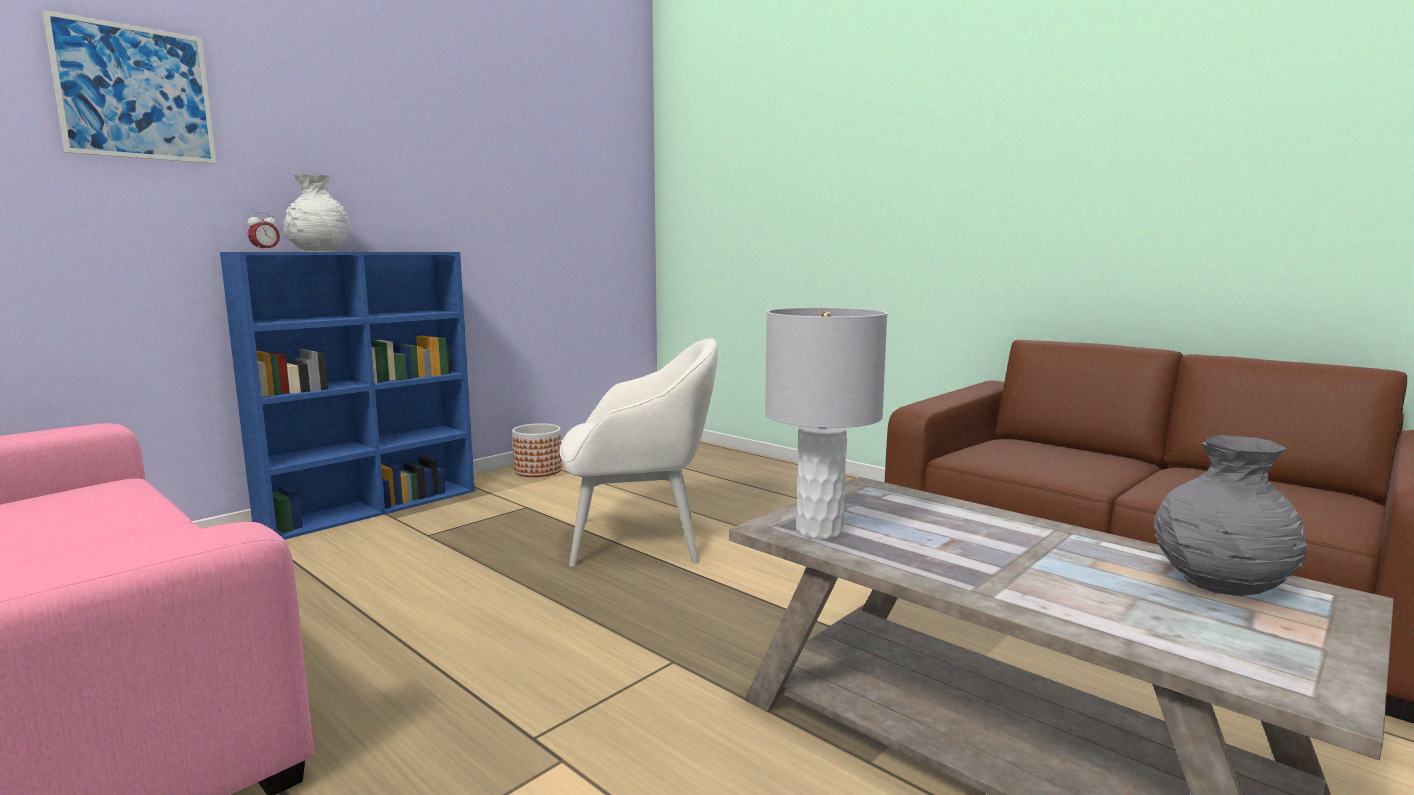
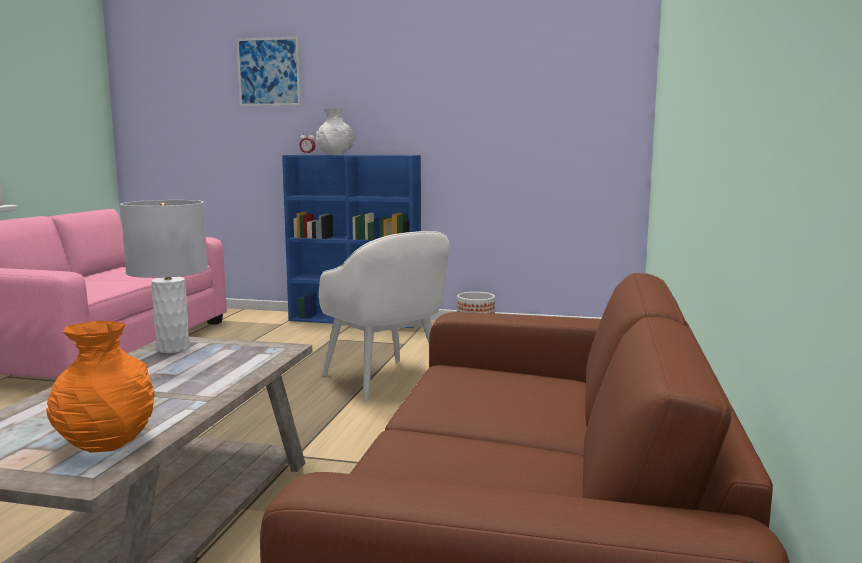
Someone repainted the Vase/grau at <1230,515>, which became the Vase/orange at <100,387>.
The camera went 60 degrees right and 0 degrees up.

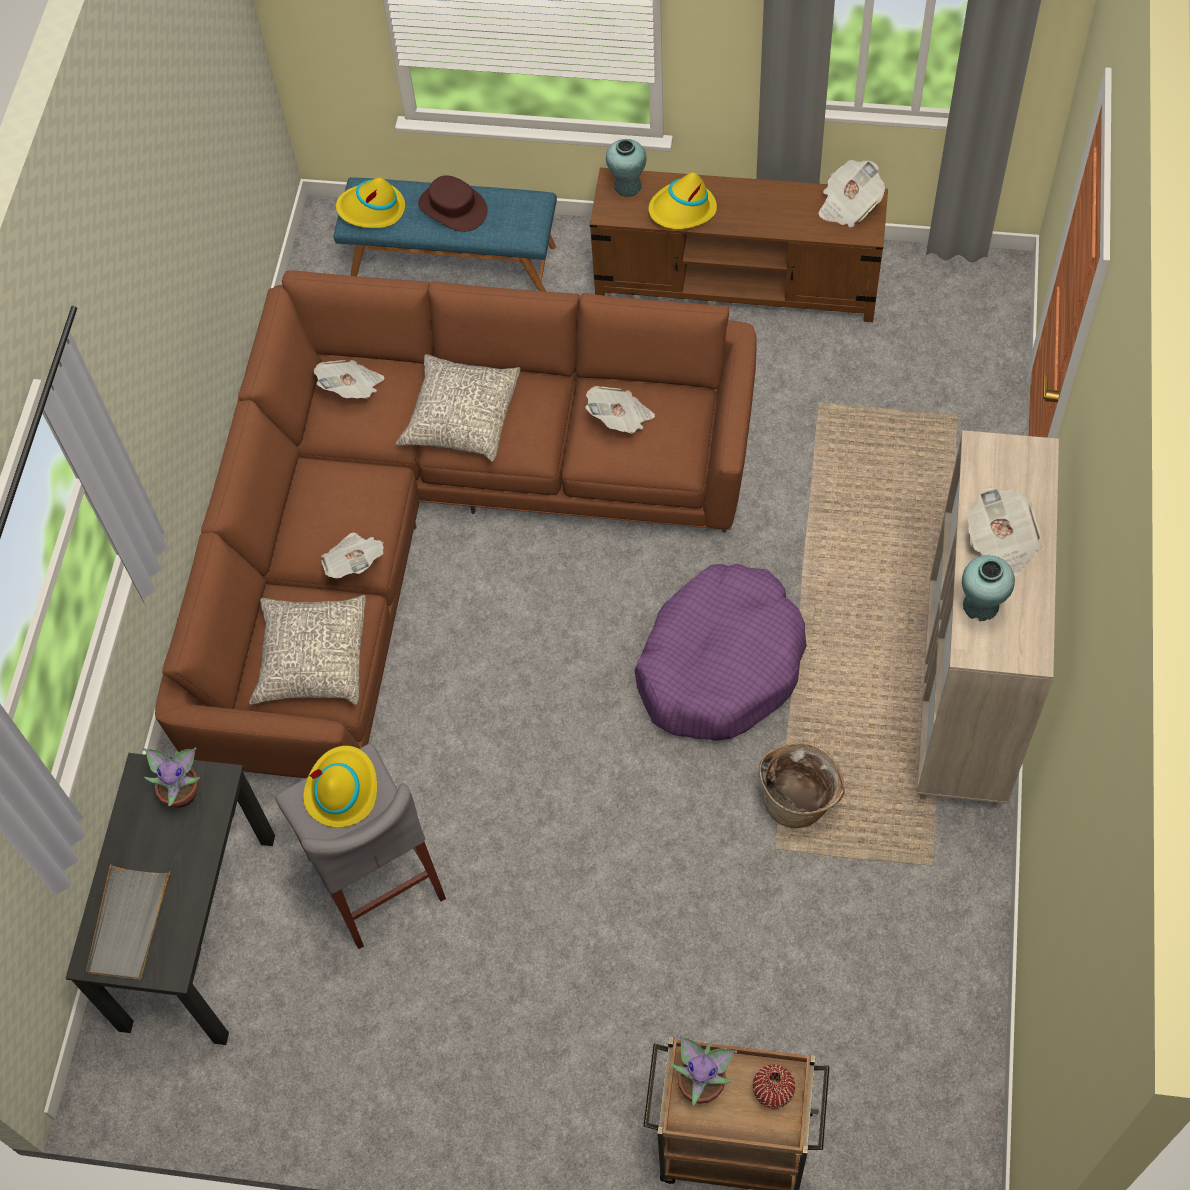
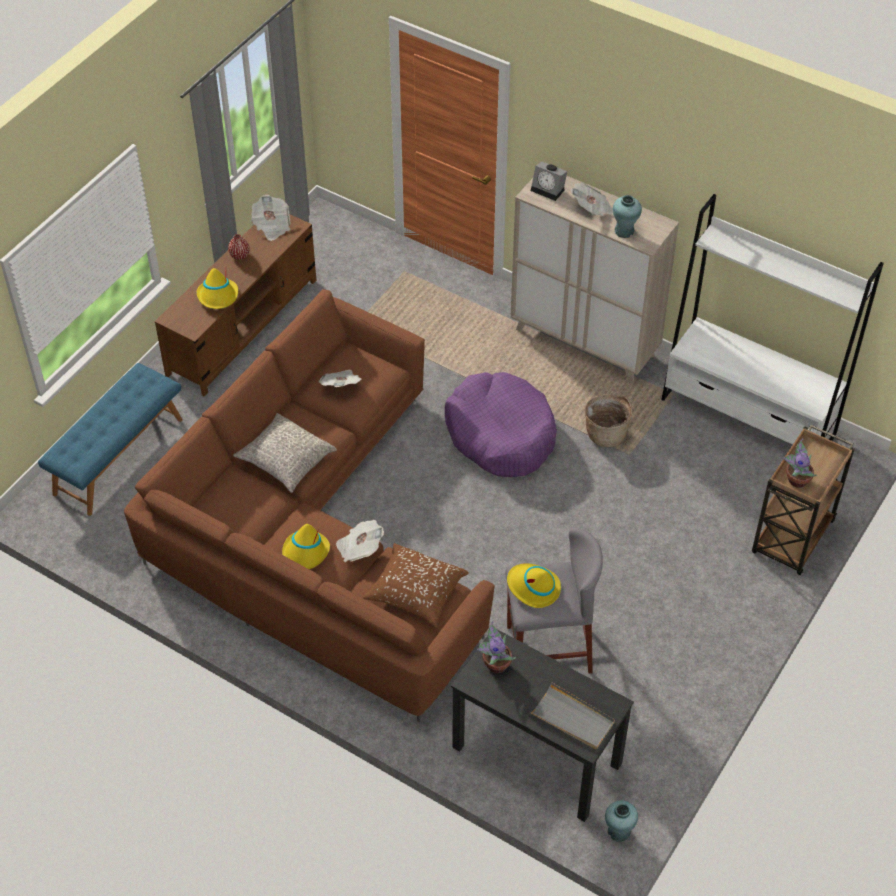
Someone carried the Vase/türkis from <626,168> to <621,821>.
Someone took away the Hut/braun at <453,203>.
Someone carried the Hut/gelb from <370,203> to <306,546>.
Someone took away the Zeitung at <349,379>.
Someone repainted the Kissen/grau at <307,650>, which became the Kissen/braun at <416,585>.
Someone carried the Vase/rot from <774,1087> to <238,246>.
Someone put down the Wecker at <549,181>.
Someone put down the Bücherregal/weiß at <772,319>.
The camera went 70 degrees left and 10 degrees down.

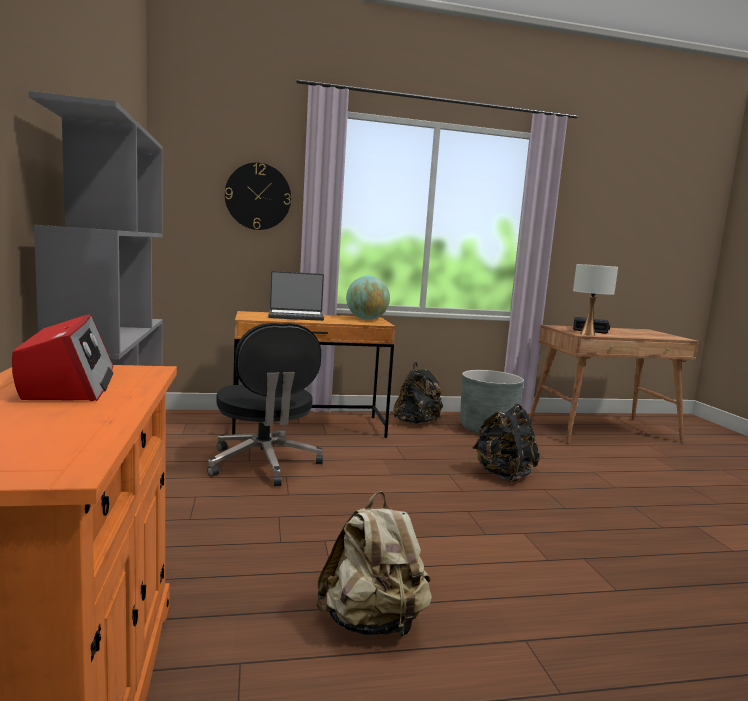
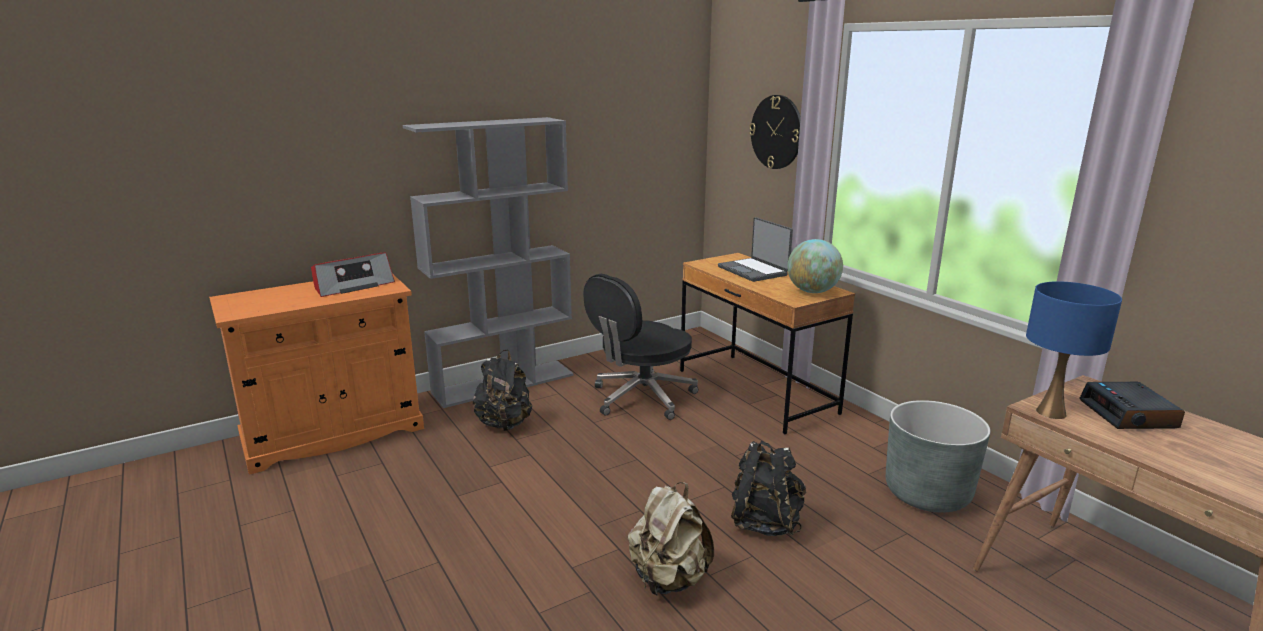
Someone repainted the Tischlampe/weiß at <595,300>, which became the Tischlampe/blau at <1074,350>.
Someone carried the Rucksack/schwarz from <418,393> to <502,390>.
Someone carried the Rucksack/beige from <374,564> to <671,539>.
The camera went 70 degrees right and 10 degrees up.

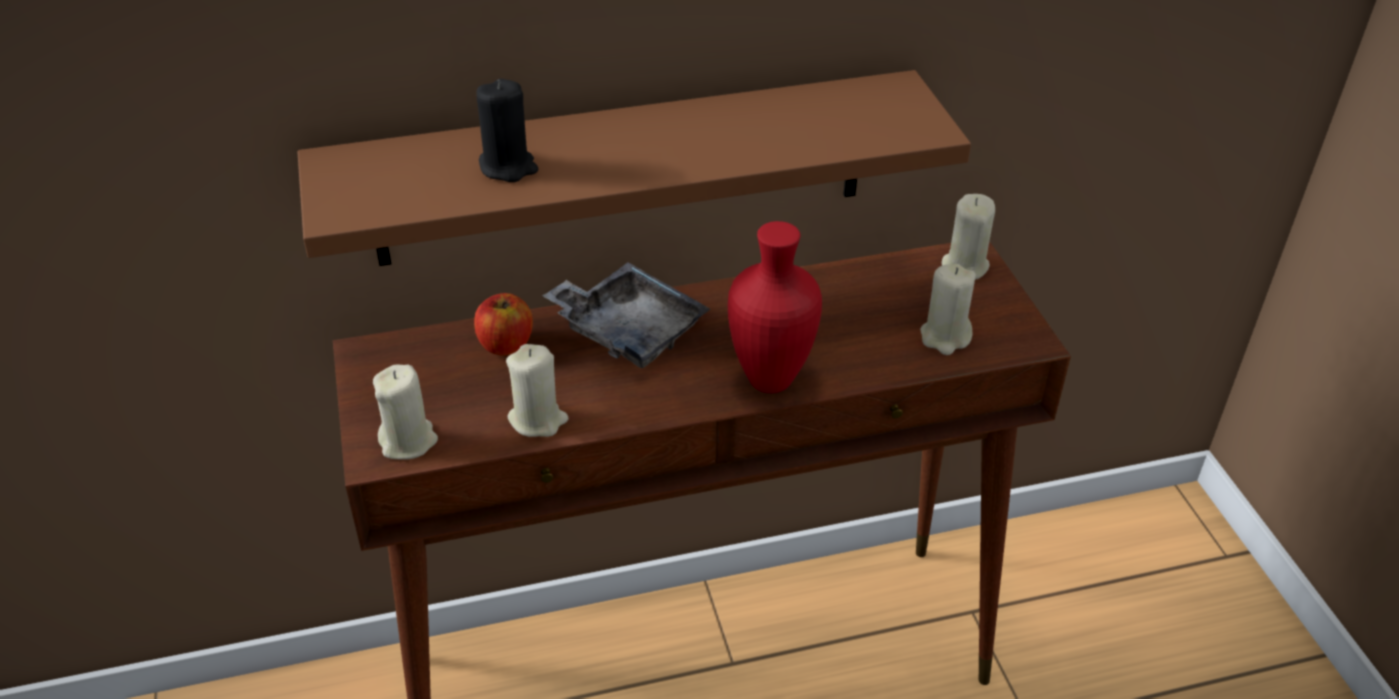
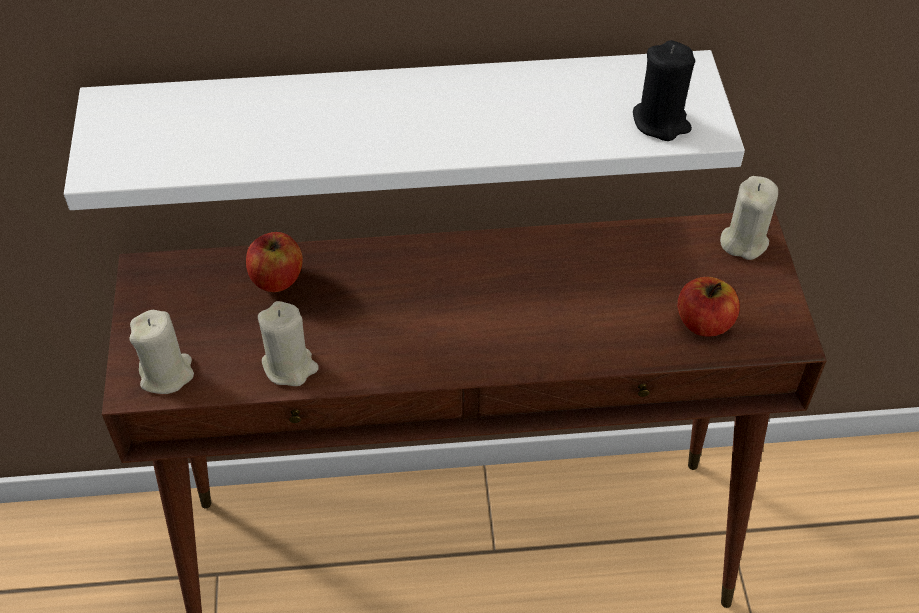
Someone repainted the Wandregal/braun at <634,168>, which became the Wandregal/weiß at <404,130>.
Someone carried the Kerze/schwarz from <507,130> to <664,90>.
Someone took away the Vase/rot at <775,307>.
Someone took away the Tablett/grau at <626,315>.
Someone swapped the Kerze/beige at <948,309> for the Apfel at <709,307>.
The camera went 10 degrees right and 10 degrees up.

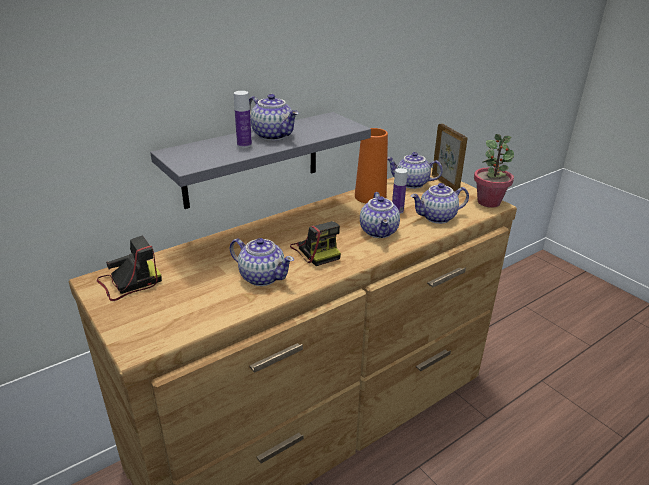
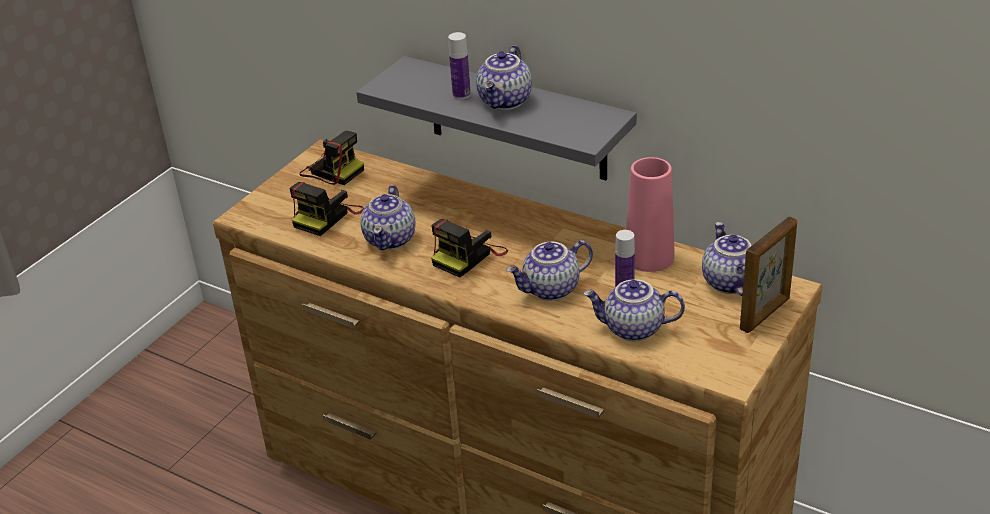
Someone repainted the Vase/orange at <371,165>, which became the Vase/rosa at <650,214>.
Someone took away the Topfpflanze at <494,171>.
Someone rotated the Teekanne at <440,203> by 45 degrees counterclockwise.
Someone put down the Kamera at <327,209>.
The camera went 70 degrees right and 5 degrees up.

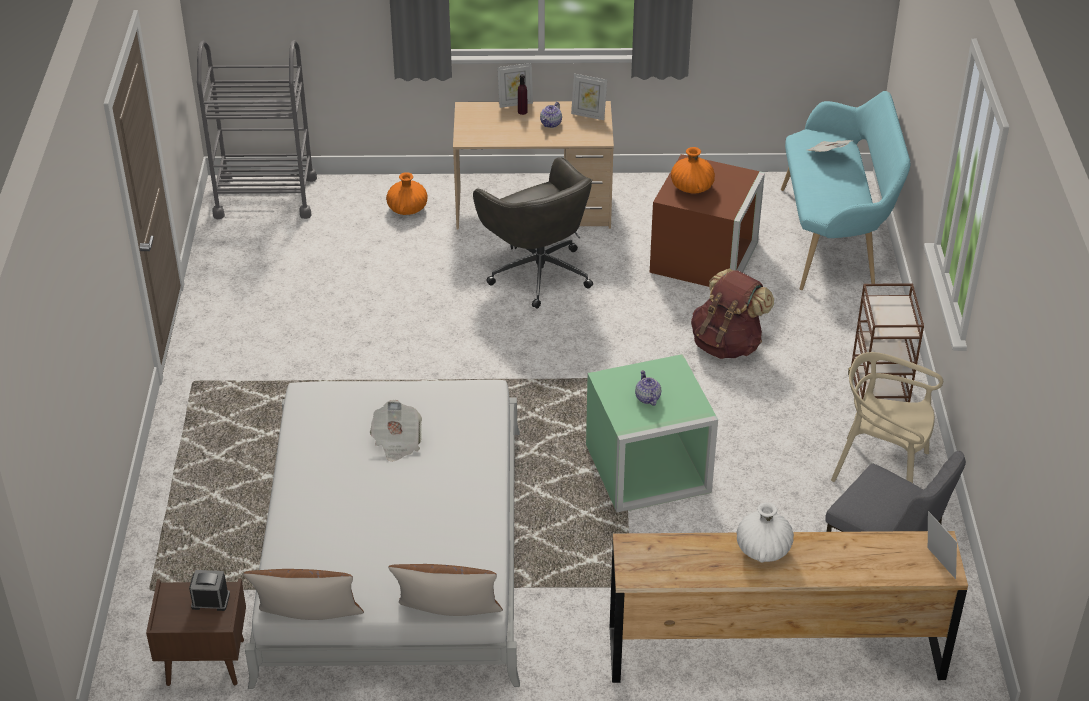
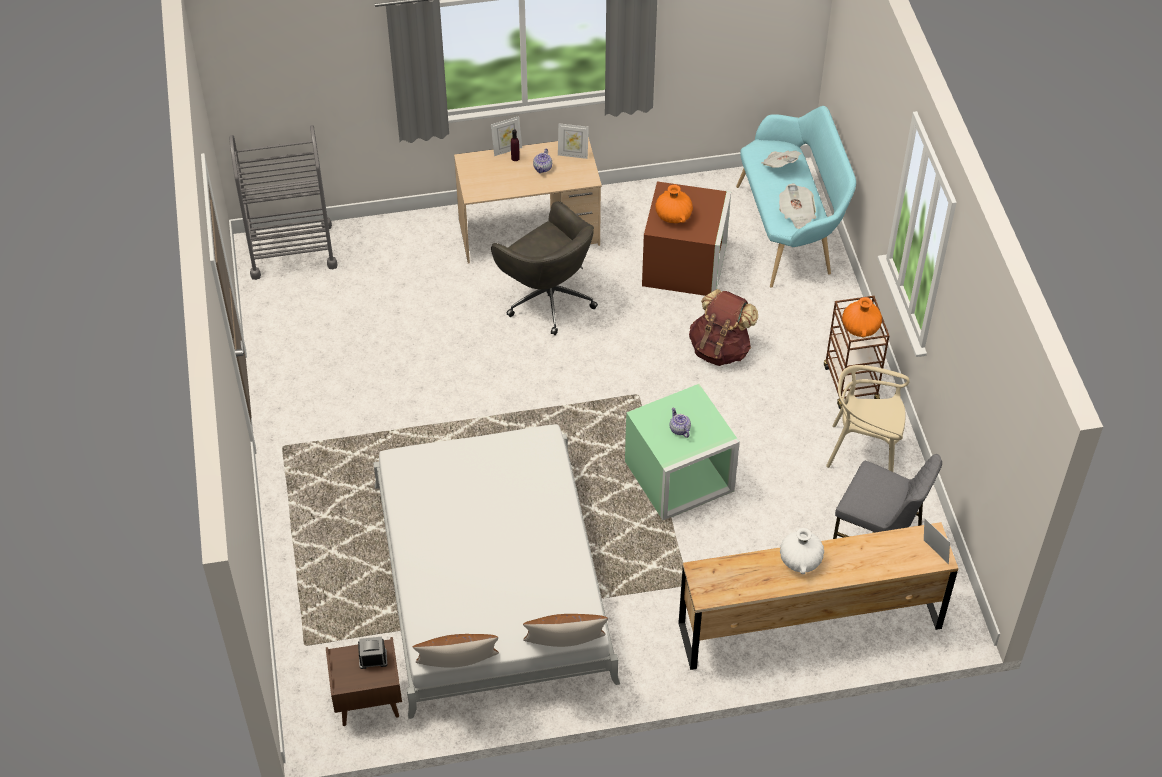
Someone carried the Vase/orange from <407,193> to <862,317>.
Someone carried the Zeitung from <396,431> to <797,206>.
The camera went 10 degrees left and 10 degrees up.

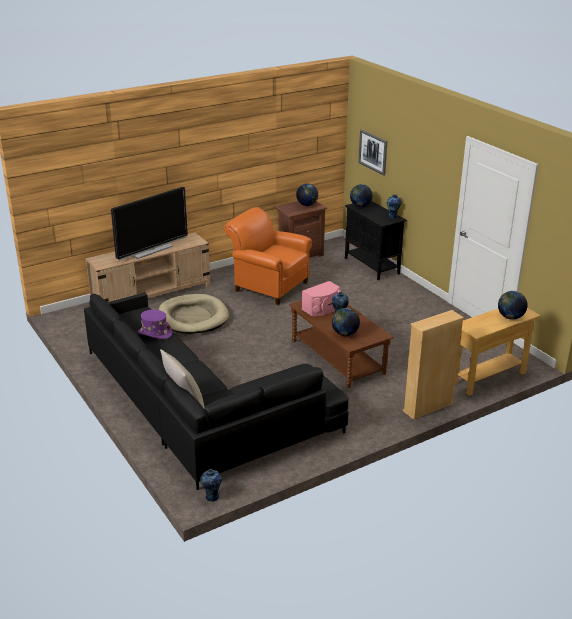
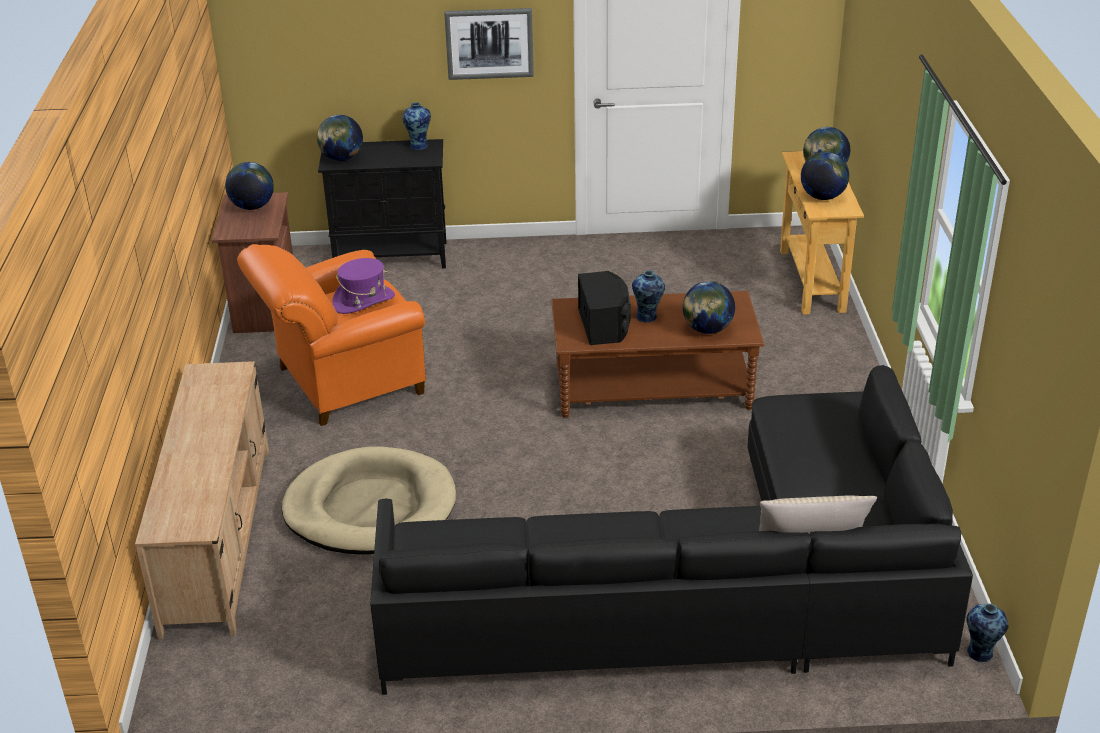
Someone carried the Bild from <372,152> to <489,44>.
Someone took away the Fernseher at <149,224>.
Someone repainted the Lautsprecher/rosa at <321,298>, which became the Lautsprecher/schwarz at <604,308>.
Someone carried the Hut/lila from <155,324> to <363,286>.
Someone took away the Bücherregal/beige at <433,365>.
Someone put down the Globus at <825,176>.
The camera went 60 degrees left and 5 degrees up.

